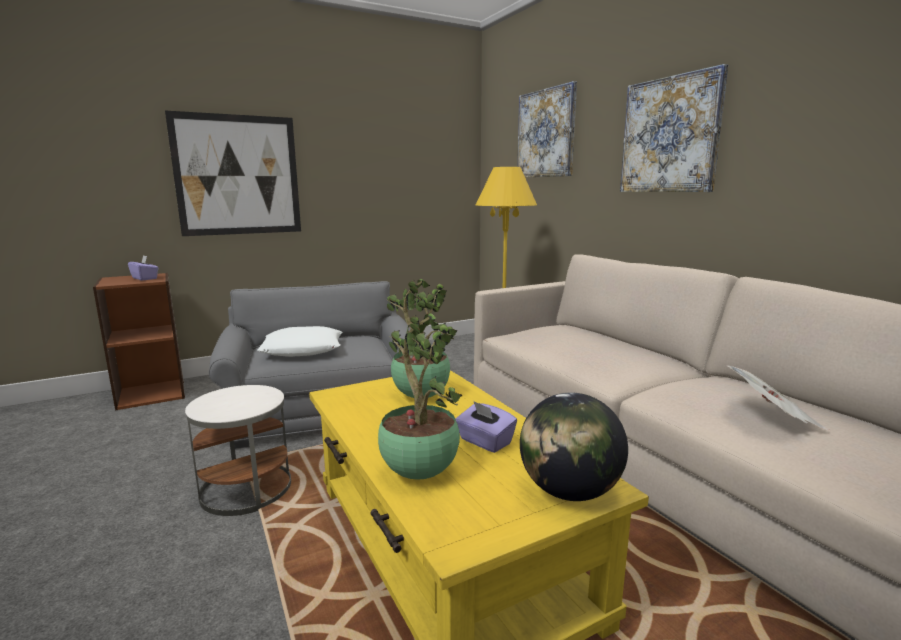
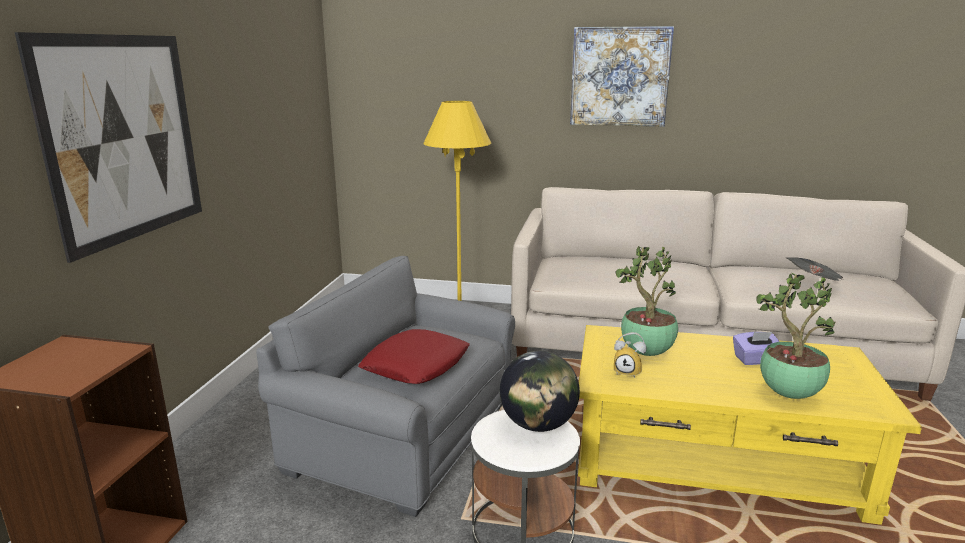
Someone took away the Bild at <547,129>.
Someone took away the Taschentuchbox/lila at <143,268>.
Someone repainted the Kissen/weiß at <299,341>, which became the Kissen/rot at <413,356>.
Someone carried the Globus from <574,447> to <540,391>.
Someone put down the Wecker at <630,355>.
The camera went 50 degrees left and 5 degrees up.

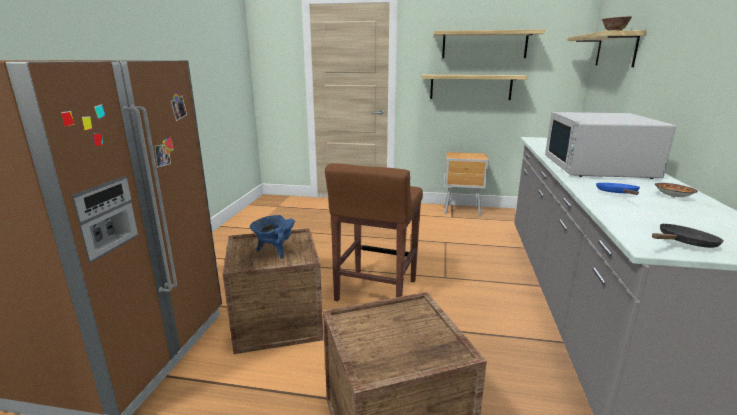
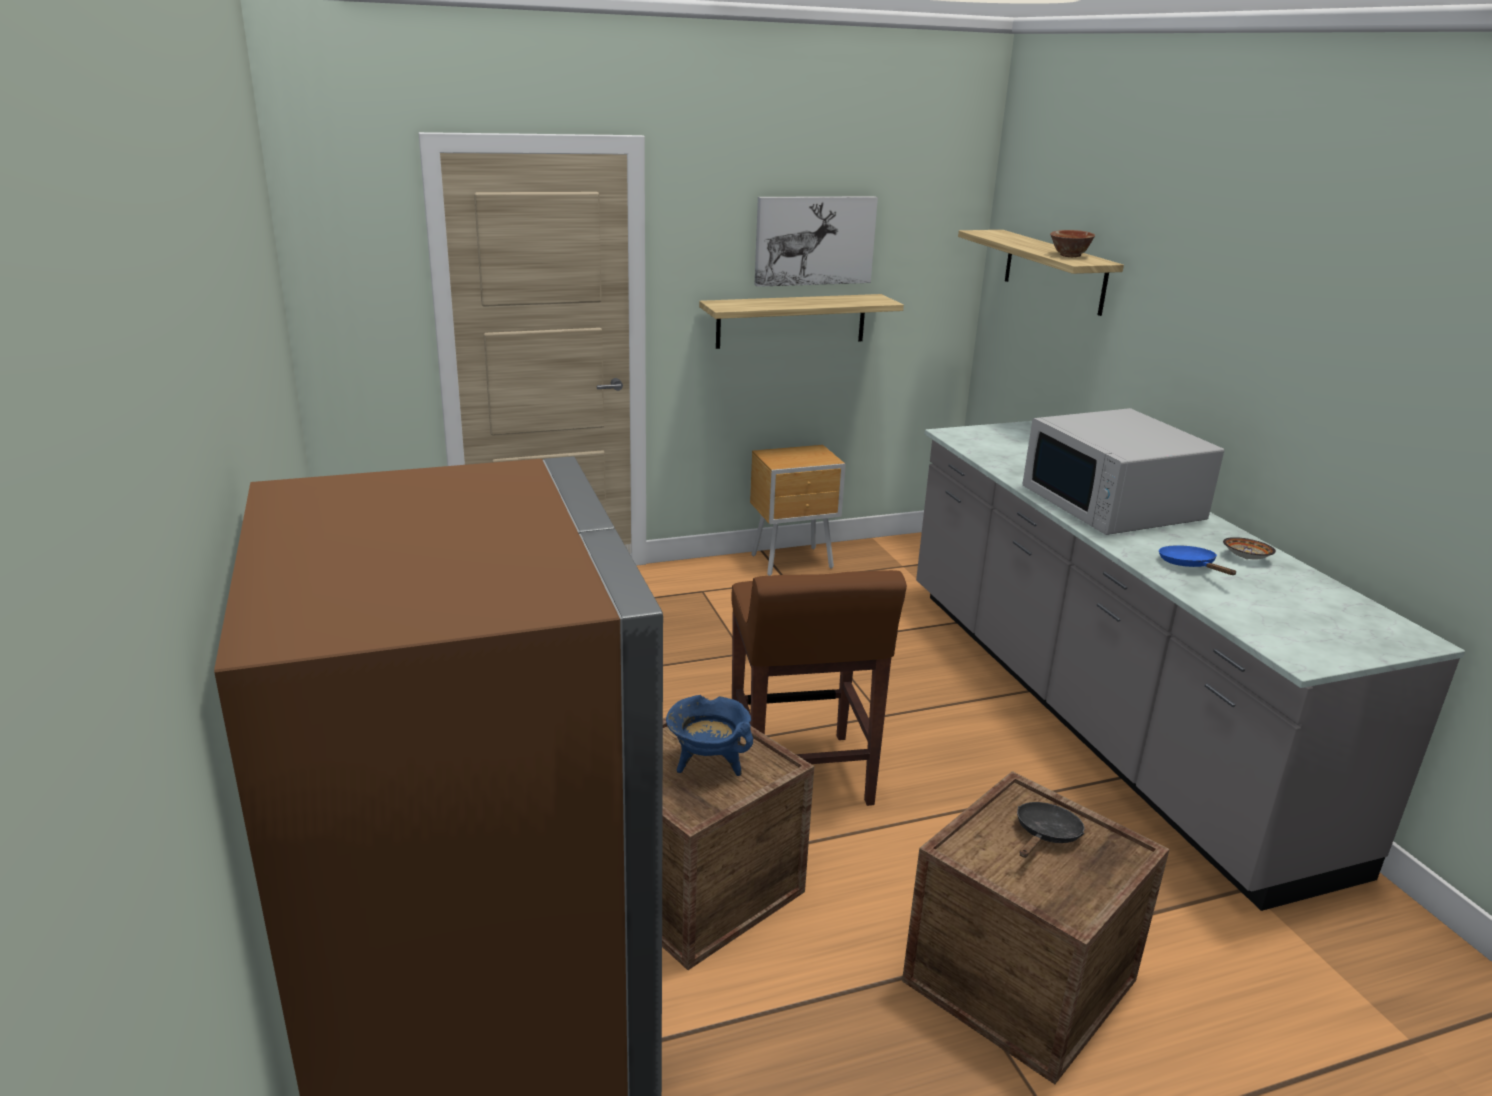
Someone swapped the Wandregal at <489,44> for the Bild at <816,241>.
Someone carried the Pfanne/schwarz from <688,235> to <1050,830>.
The camera went 30 degrees left and 5 degrees up.

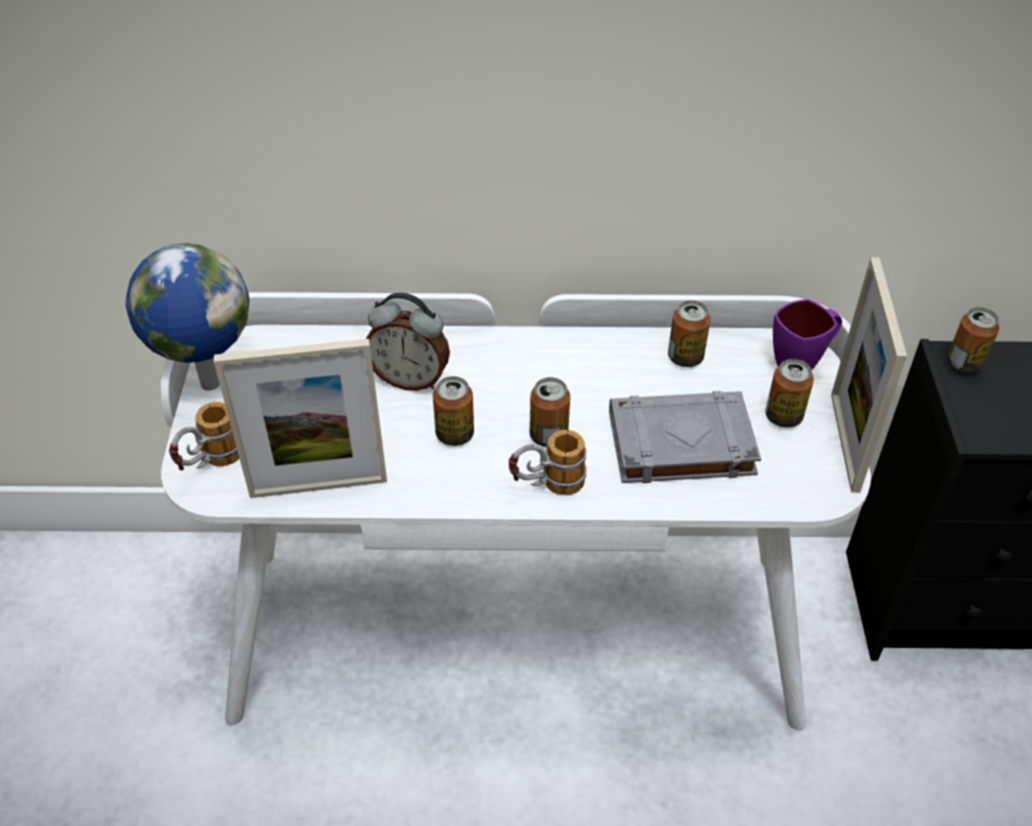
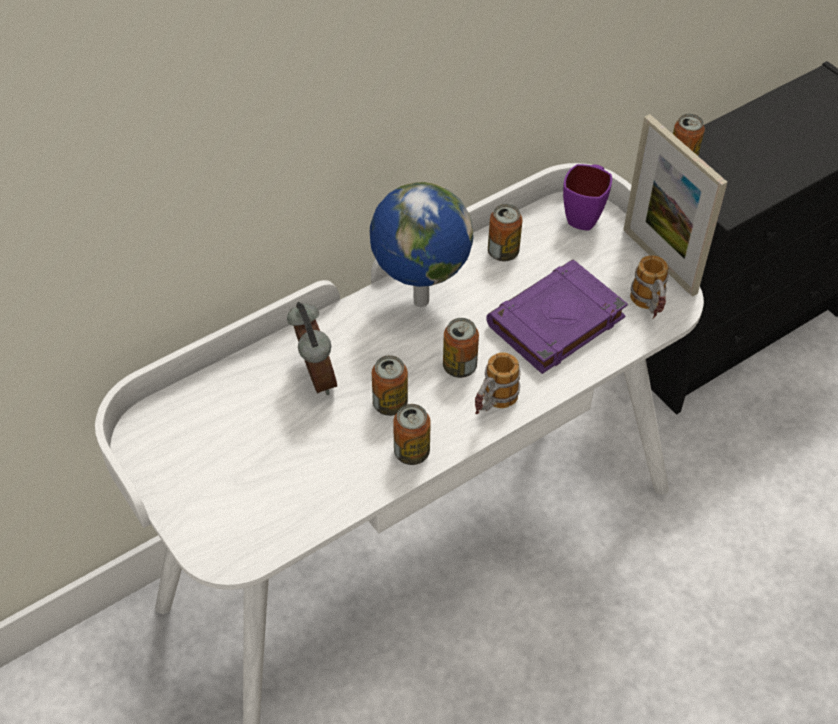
Someone carried the Globus from <187,317> to <422,244>.
Someone rotated the Wecker at <408,342> by 90 degrees counterclockwise.
Someone took away the Bilderrahmen at <300,418>.
Someone carried the Dose from <789,393> to <412,434>.
Someone repainted the Buch/grau at <685,437>, which became the Buch/lila at <557,316>.
Someone carried the Henkelbecher from <204,436> to <649,287>.
The camera went 35 degrees left and 5 degrees up.

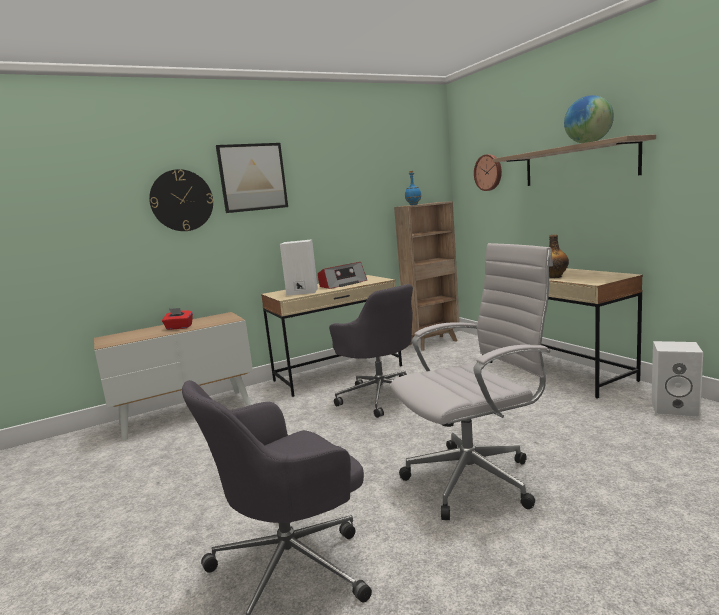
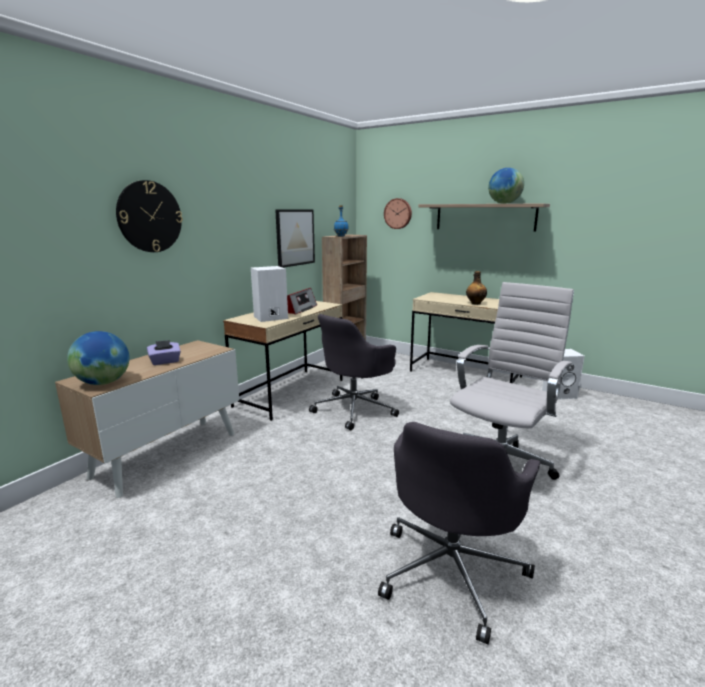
Someone carried the Bild from <252,178> to <295,239>.
Someone rotated the Bürostuhl/grau at <371,351> by 105 degrees clockwise.
Someone repainted the Taschentuchbox/rot at <177,319>, which became the Taschentuchbox/lila at <164,352>.
Someone put down the Globus at <98,358>.
The camera went 30 degrees left and 5 degrees up.

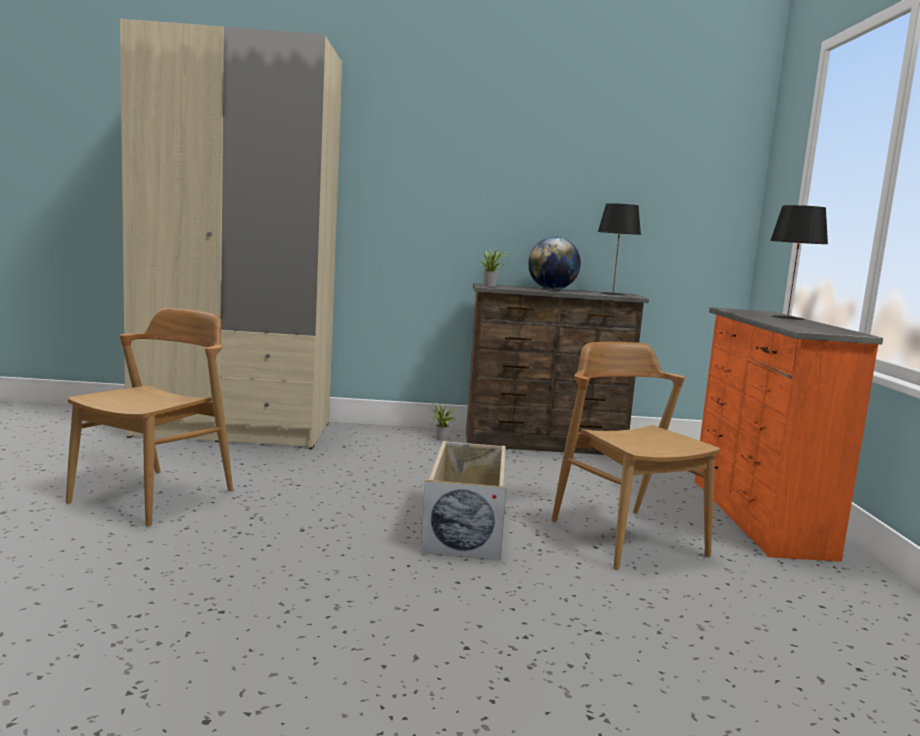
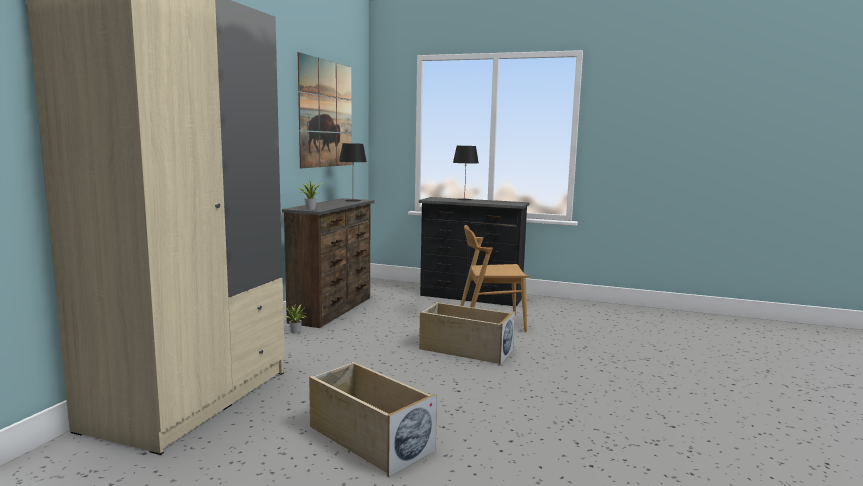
Someone took away the Globus at <554,263>.
Someone repainted the Kommode/orange at <789,434>, which became the Kommode/schwarz at <474,252>.
Someone swapped the Stuhl/braun at <149,417> for the Aufbewahrungsbox/beige at <373,419>.
Someone put up the Bild at <325,110>.
The camera went 70 degrees left and 0 degrees up.

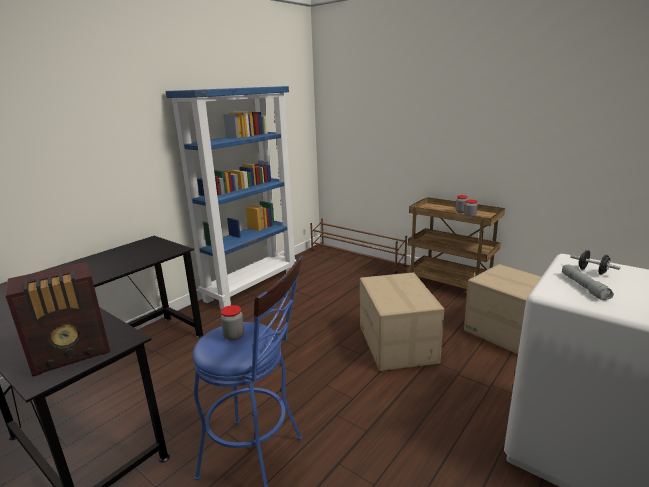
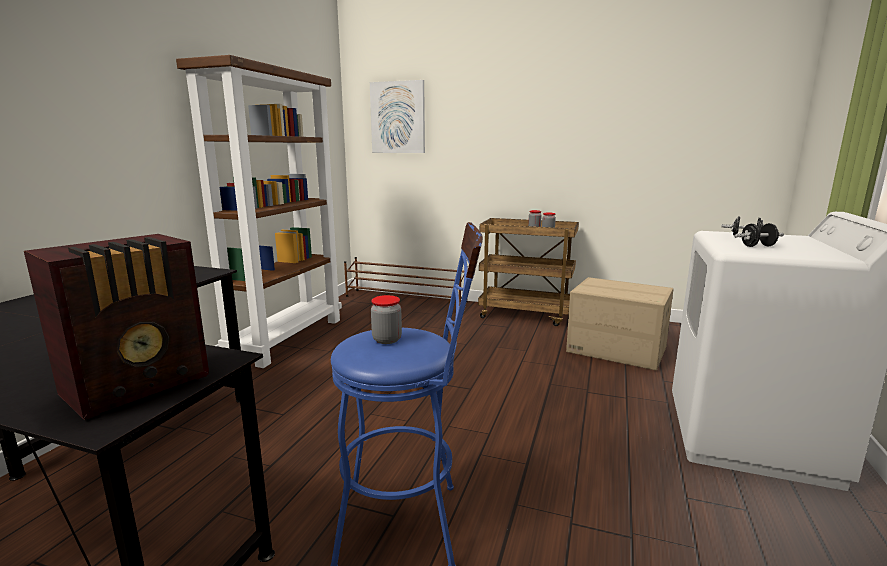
Someone repainted the Bücherregal/blau at <231,198>, which became the Bücherregal/braun at <259,211>.
Someone swapped the Taschenlampe/grau at <588,282> for the Hantel/schwarz at <759,235>.
Someone took away the Karton at <402,321>.
Someone put up the Bild at <397,116>.
The camera went 20 degrees left and 5 degrees down.

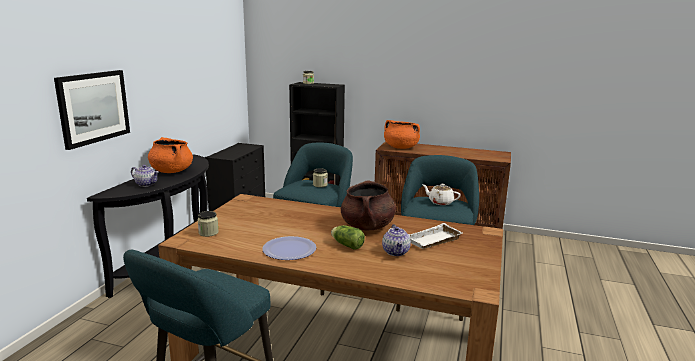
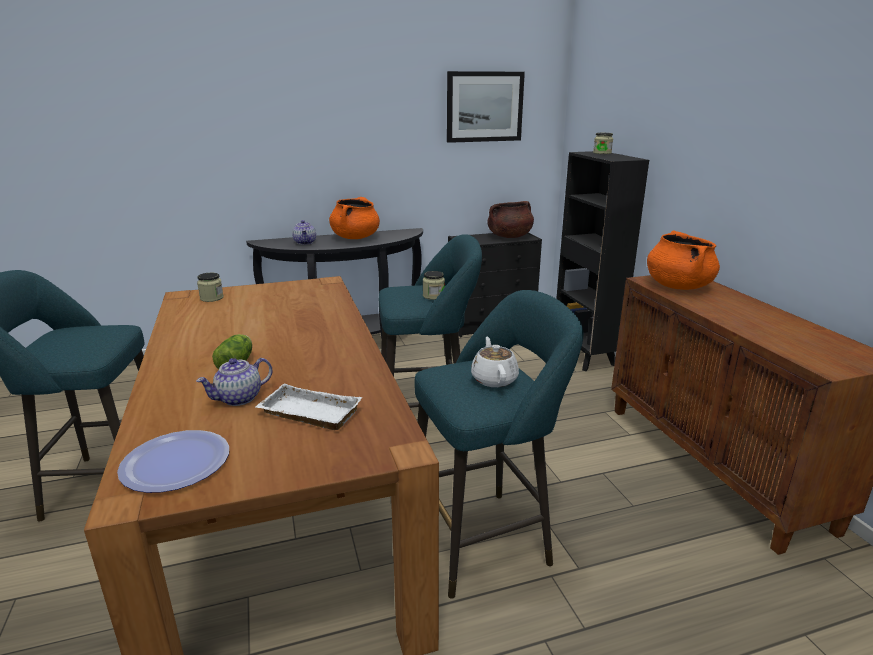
Someone carried the Bild from <92,110> to <486,107>.
Someone carried the Kochtopf/braun from <368,205> to <511,219>.
Someone carried the Teller from <289,248> to <173,461>.
The camera went 55 degrees right and 5 degrees up.

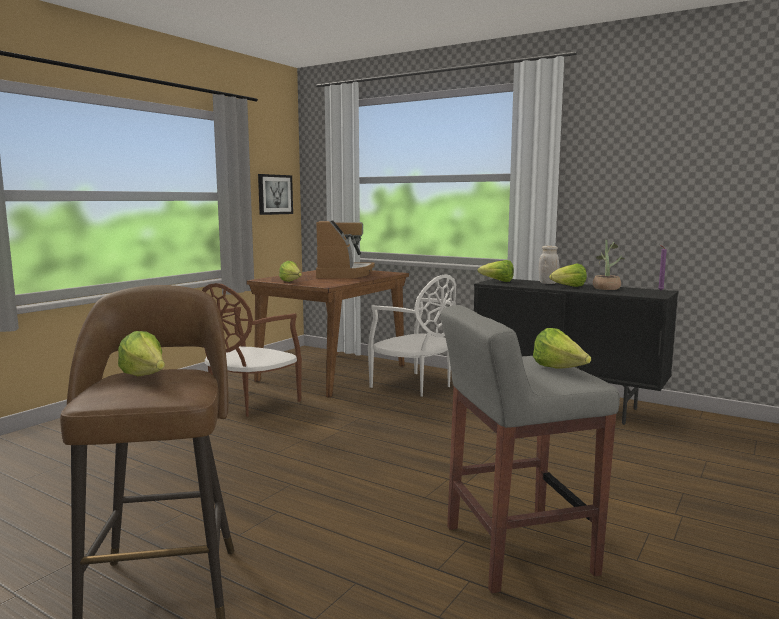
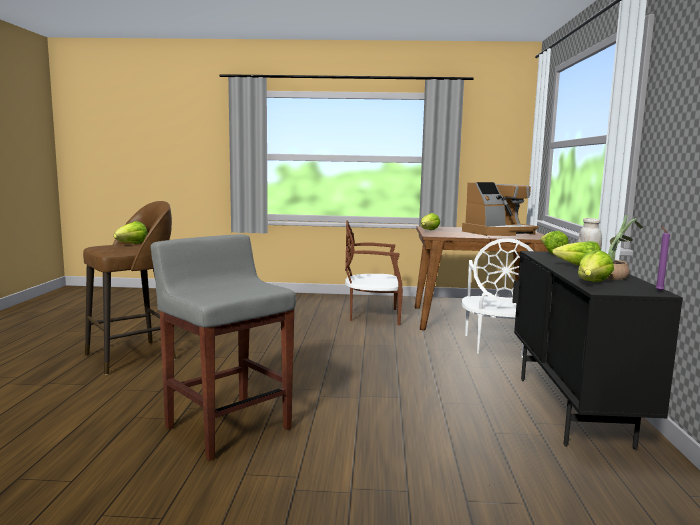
Someone took away the Bild at <275,194>.
Someone carried the Salatkopf from <562,348> to <596,266>.
The camera went 60 degrees right and 0 degrees up.

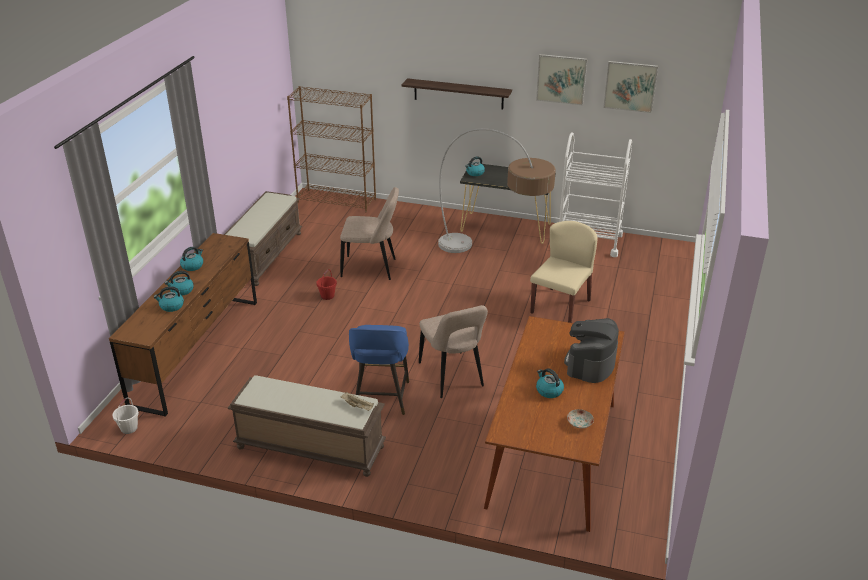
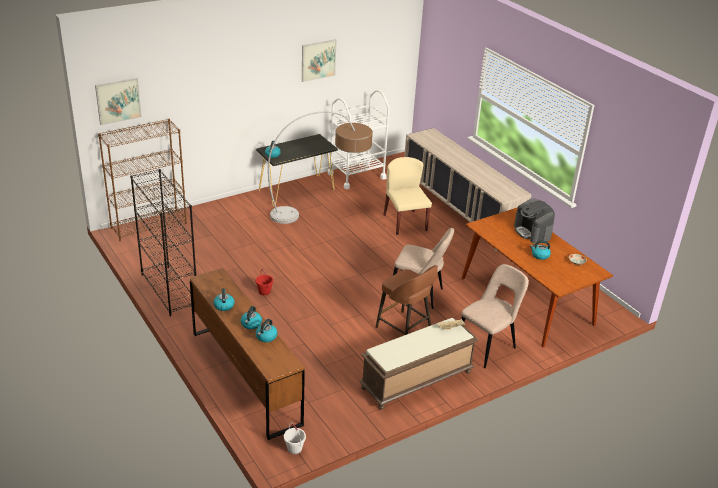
Someone carried the Bild from <630,87> to <118,101>.
Someone took away the Wandregal at <457,93>.
Someone carried the Stuhl/beige from <369,233> to <495,316>.
Someone swapped the Bank/braun at <263,238> for the Bücherregal/schwarz at <163,242>.
Someone repainted the Hocker/blau at <379,370>, which became the Hocker/braun at <406,300>.
Someone put down the Schrank/beige at <467,190>.
The camera went 50 degrees left and 0 degrees up.

